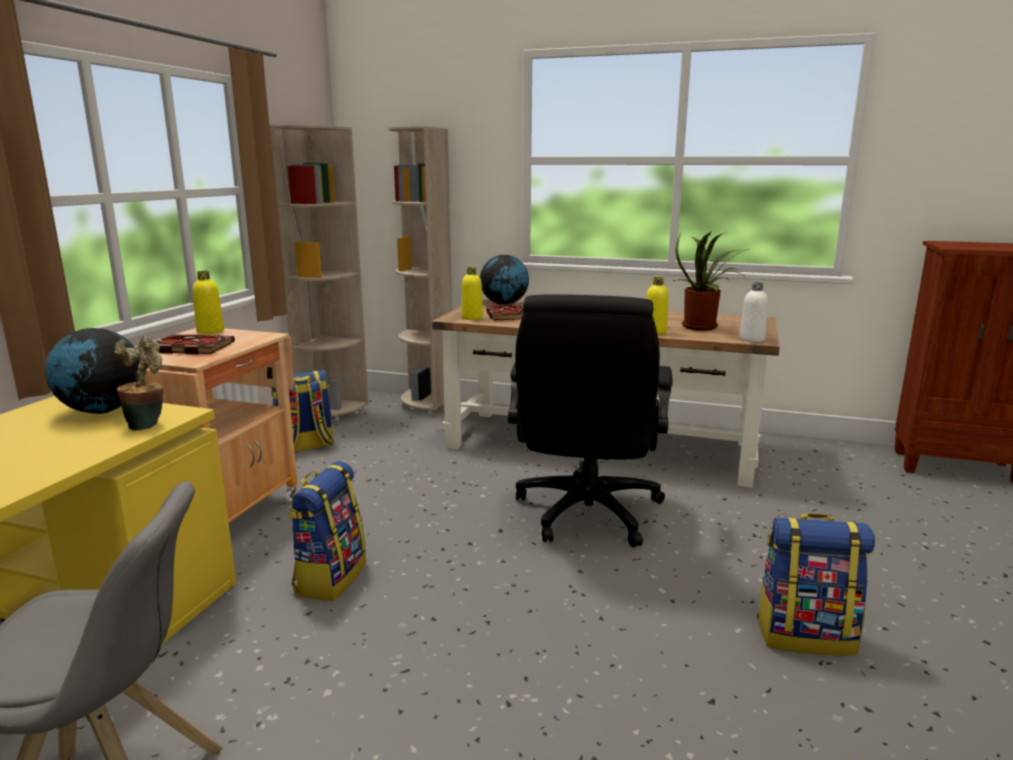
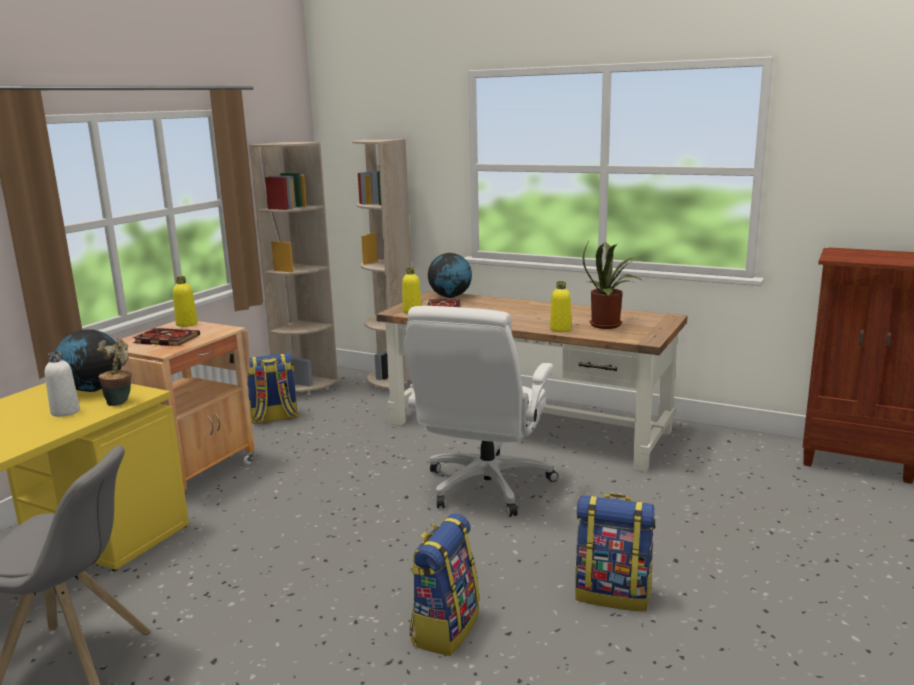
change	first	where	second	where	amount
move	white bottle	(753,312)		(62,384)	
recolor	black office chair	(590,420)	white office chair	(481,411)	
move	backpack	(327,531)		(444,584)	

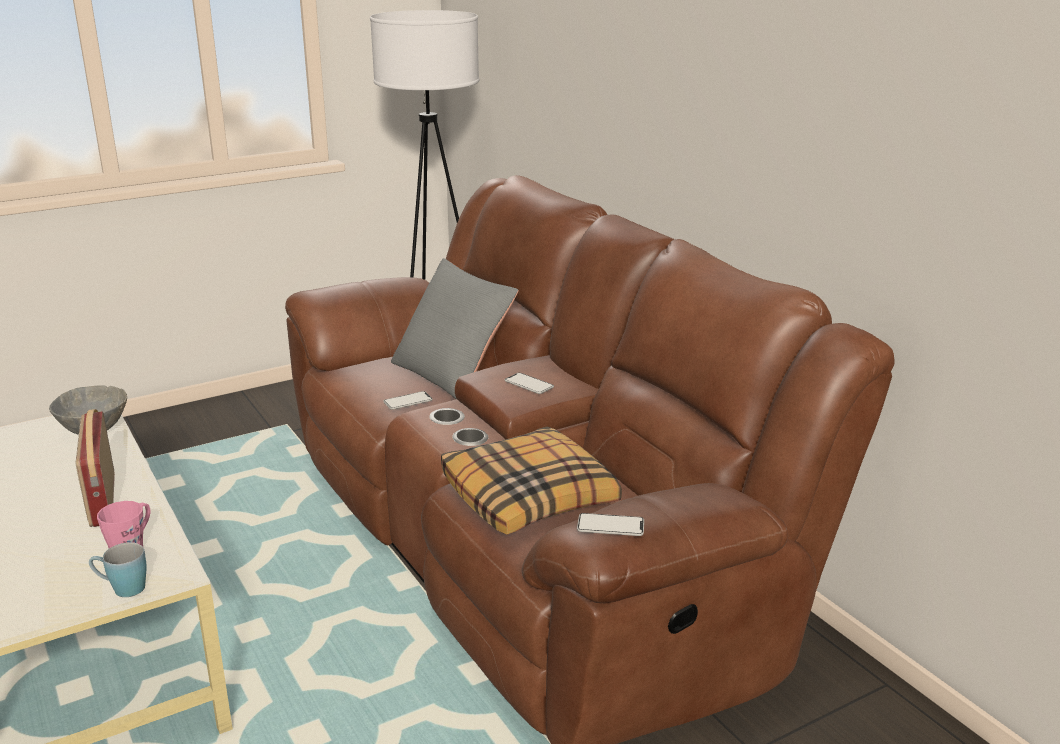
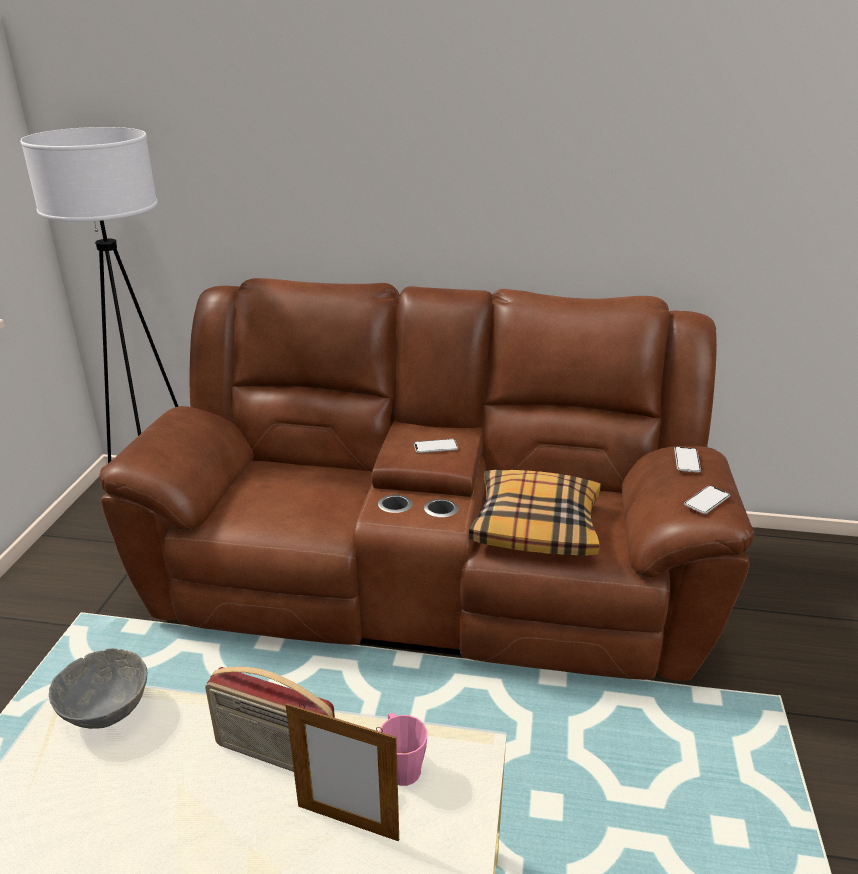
change	first	where	second	where	amount
delete	grey pillow	(455,328)			
move	phone	(408,400)		(687,460)	
delete	blue mug	(118,569)			
insert			picture frame	(342,772)	

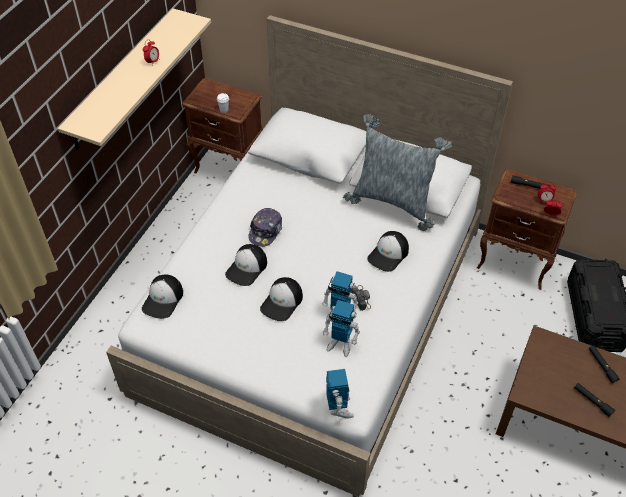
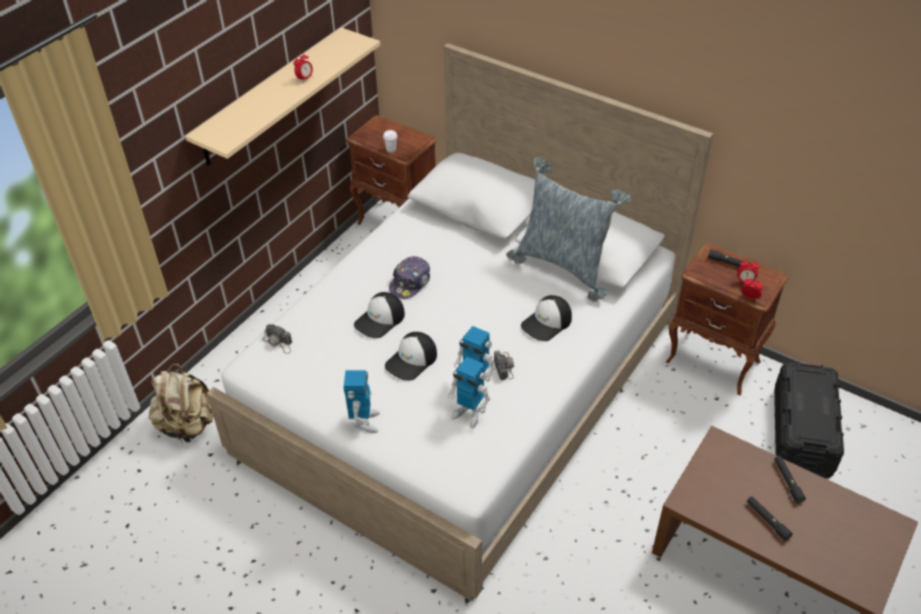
change	first	where	second	where	amount
replace	cap	(162,297)	photo camera	(277,339)	
move	toy robot	(340,394)		(361,401)	
insert			beige backpack	(181,403)	

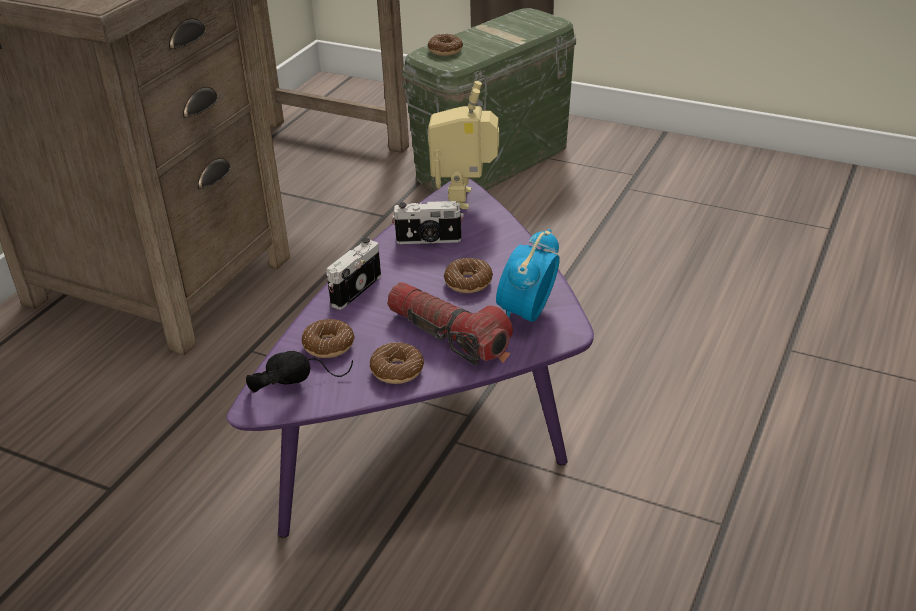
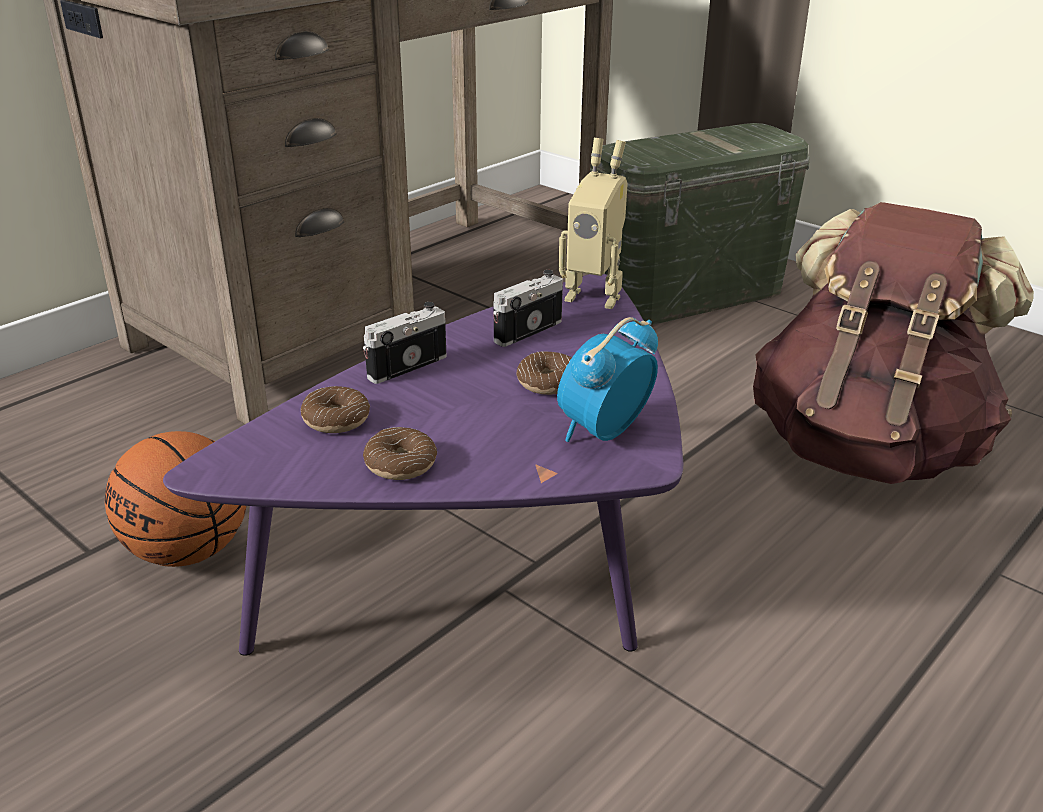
change	first	where	second	where	amount
delete	donut	(445,45)			
rotate	toy robot	(463,145)		(593,223)	90 degrees counterclockwise
rotate	photo camera	(428,222)		(528,308)	120 degrees clockwise
delete	flashlight	(450,324)			
delete	black headphones	(299,371)			
insert			brown backpack	(893,343)	
insert			basketball	(175,499)	

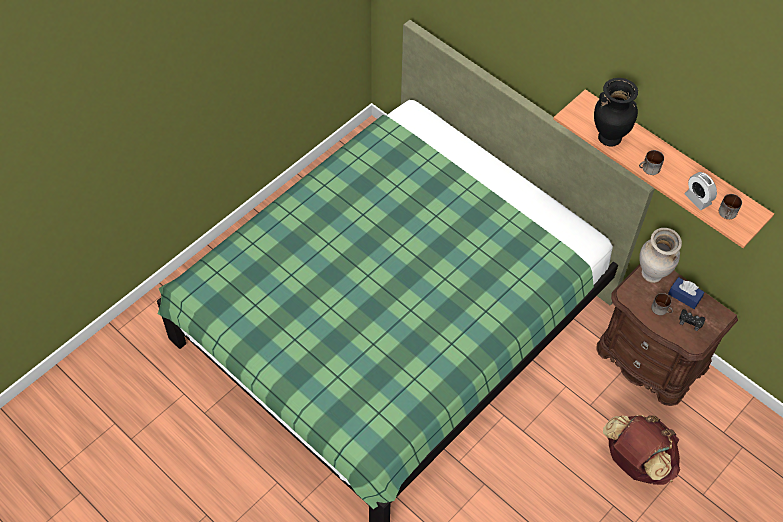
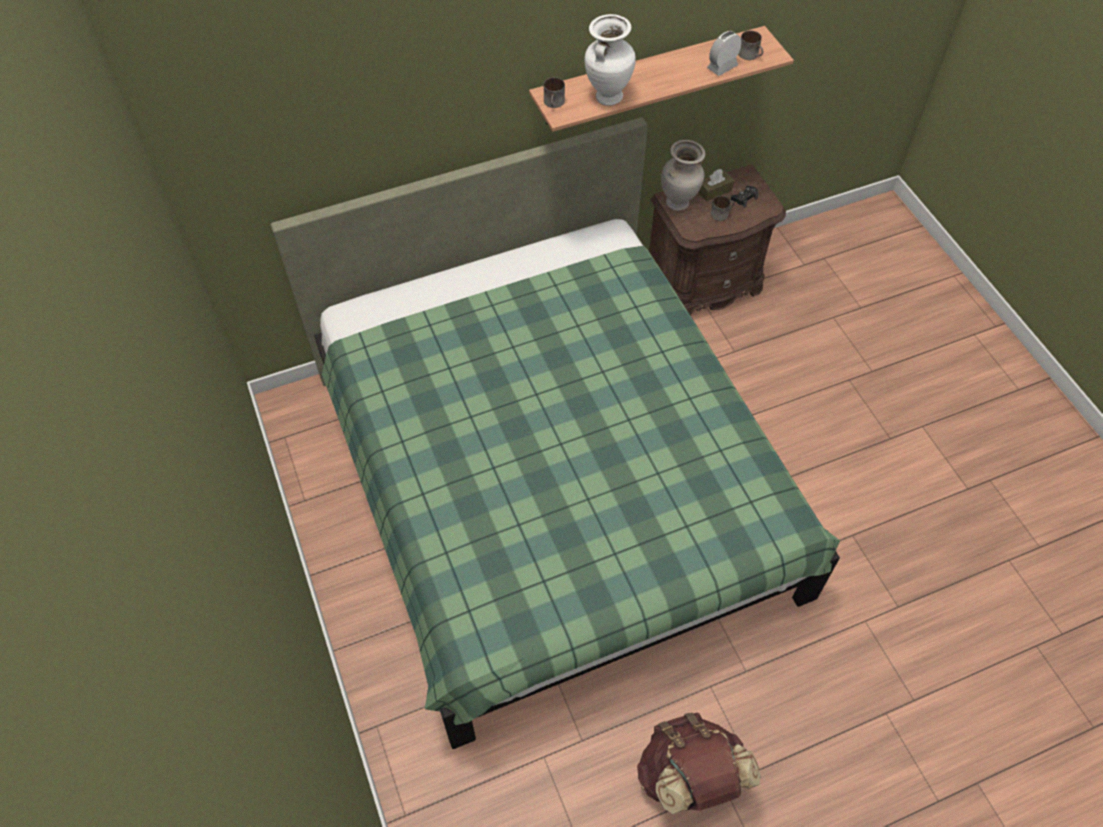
change	first	where	second	where	amount
recolor	black vase	(616,112)	white vase	(610,60)	
move	mug	(651,162)		(554,92)	
rotate	alarm clock	(700,191)		(724,53)	150 degrees clockwise
recolor	blue tissue box	(686,293)	brown tissue box	(716,185)	
move	brown backpack	(641,450)		(698,763)	

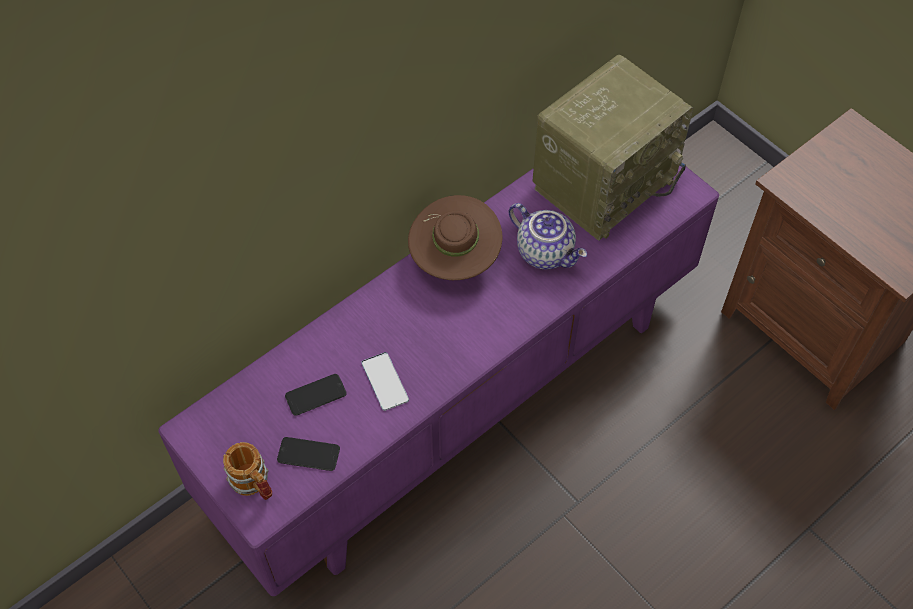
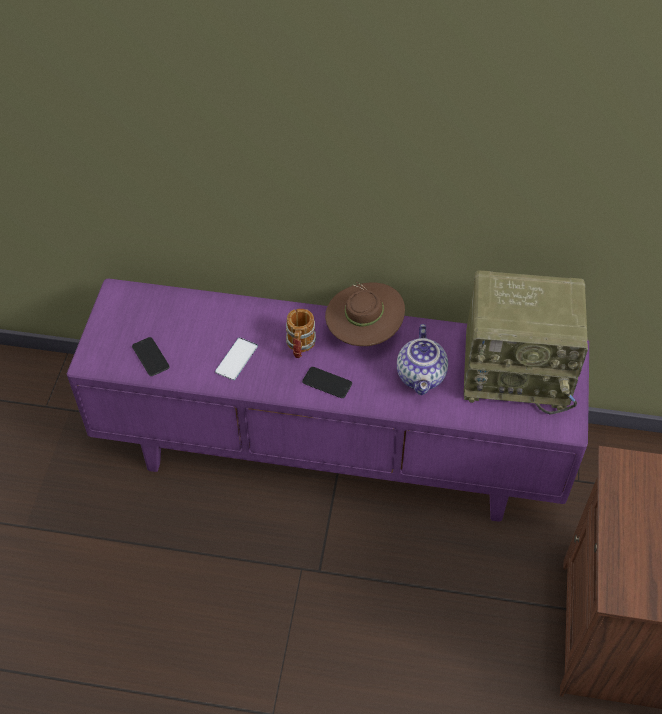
change	first	where	second	where	amount
move	phone	(316,395)		(327,382)	
move	mug	(247,471)		(301,333)	

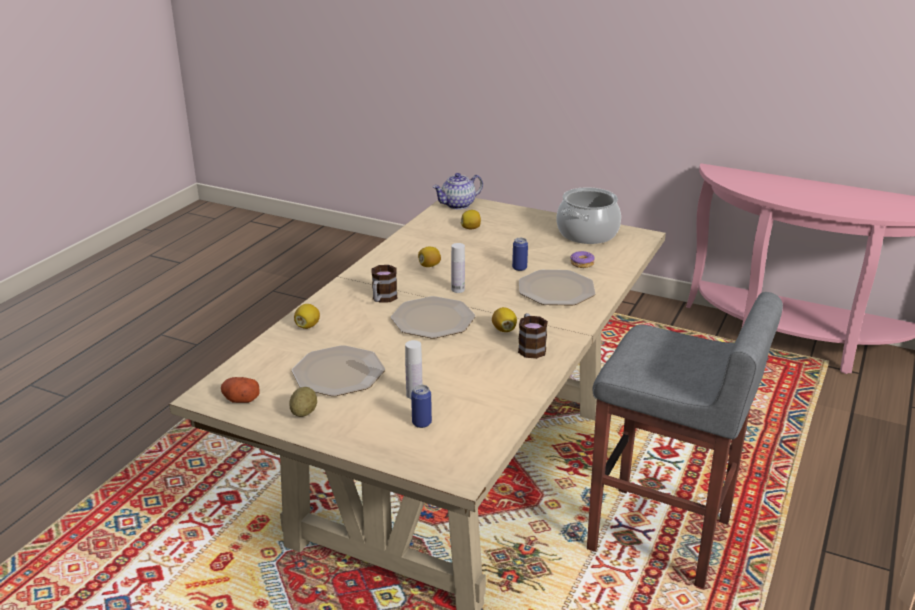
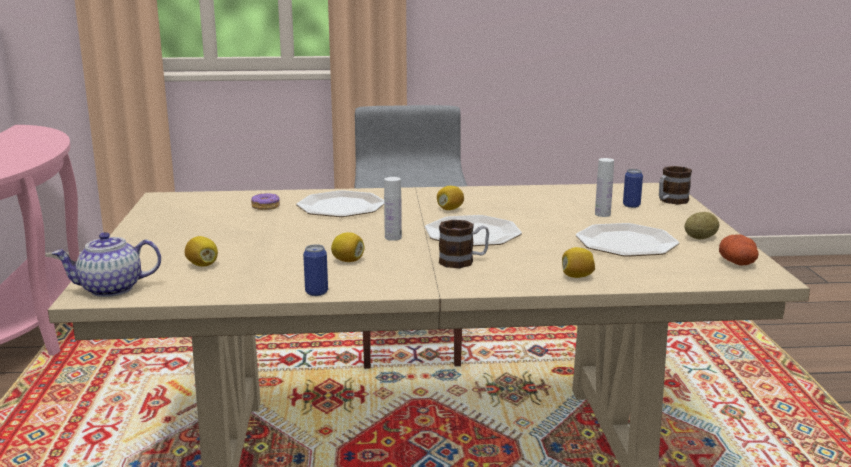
change	first	where	second	where	amount
rotate	teapot	(458,191)		(106,264)	135 degrees clockwise
delete	cooking pot	(588,215)			
move	can	(520,254)		(315,270)	
move	mug	(533,336)		(675,185)	

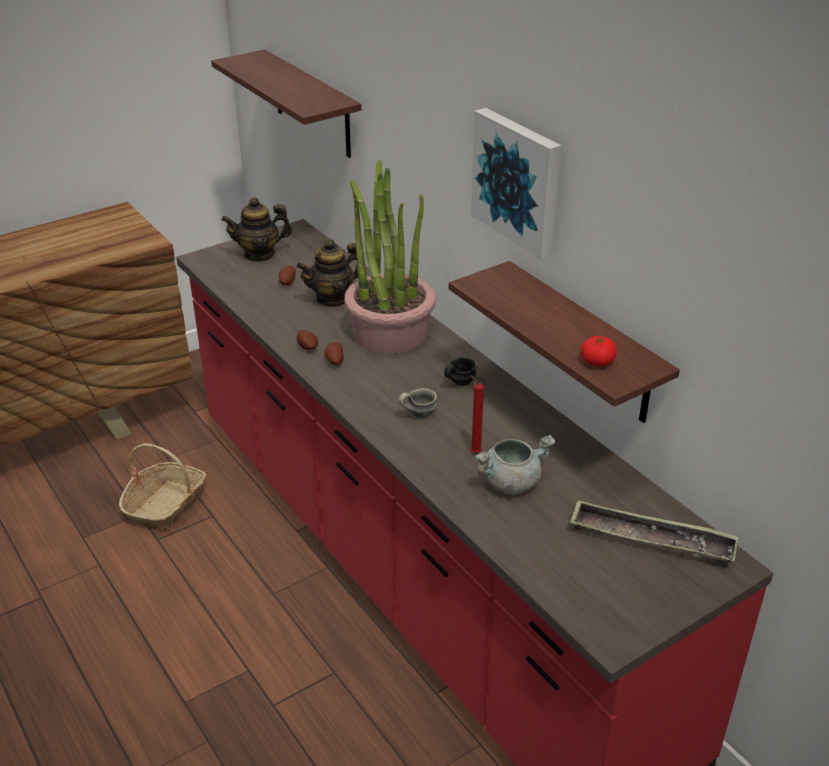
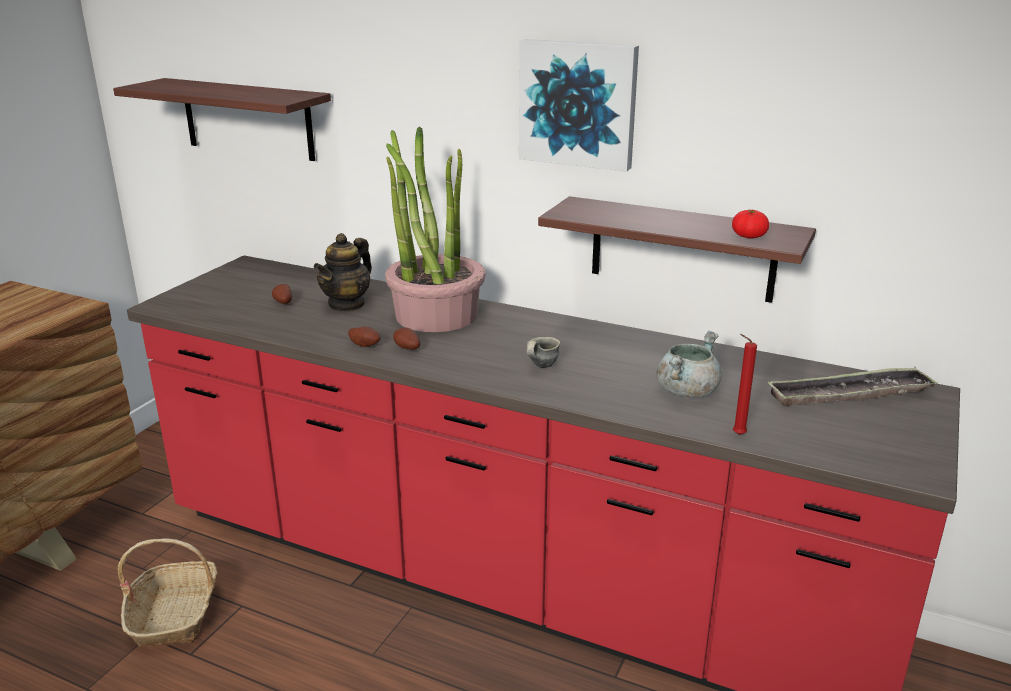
change	first	where	second	where	amount
delete	teapot	(256,229)			
delete	black mug	(460,372)			
move	red candle	(477,414)		(745,384)	

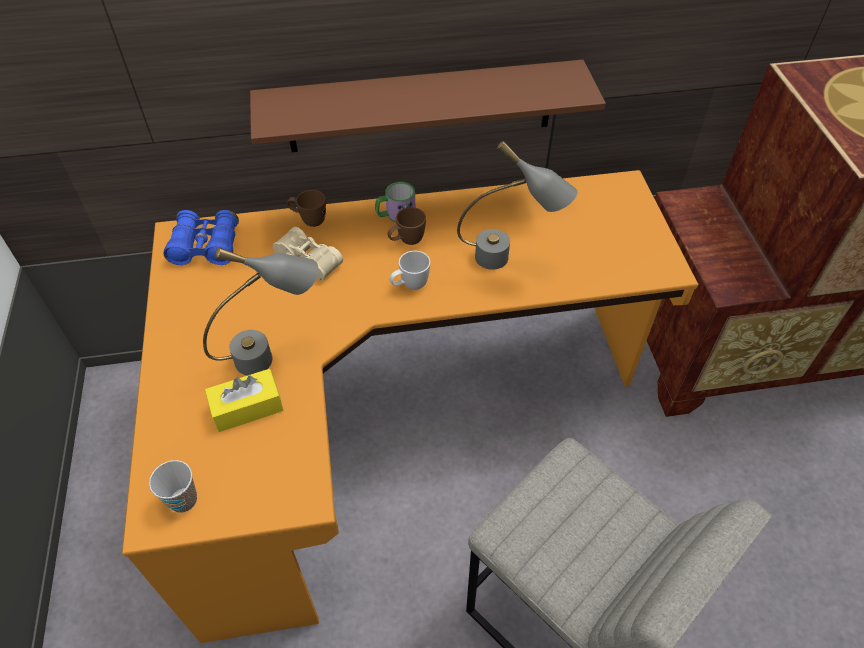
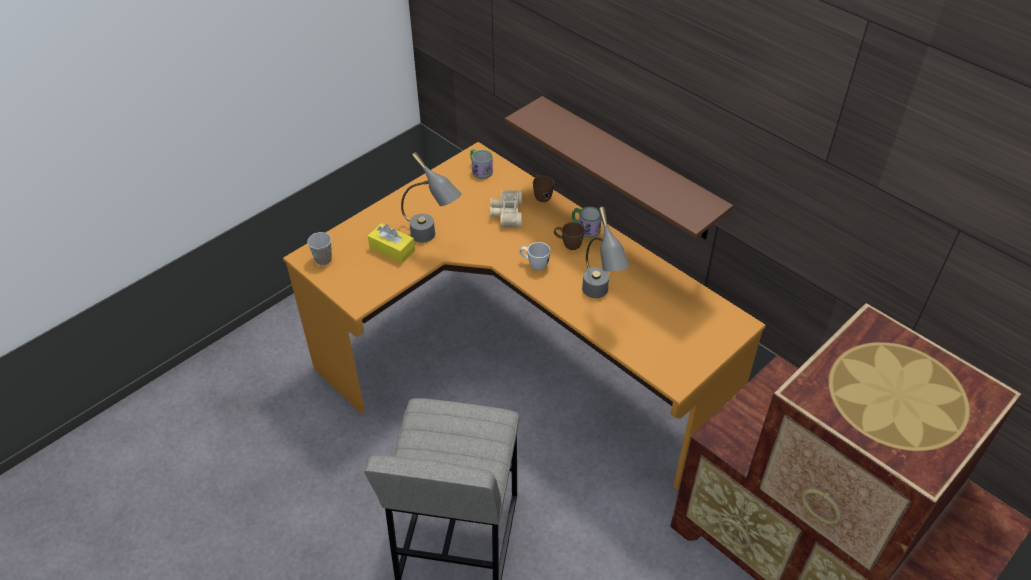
change	first	where	second	where	amount
replace	blue binoculars	(201,237)	mug	(481,164)	

